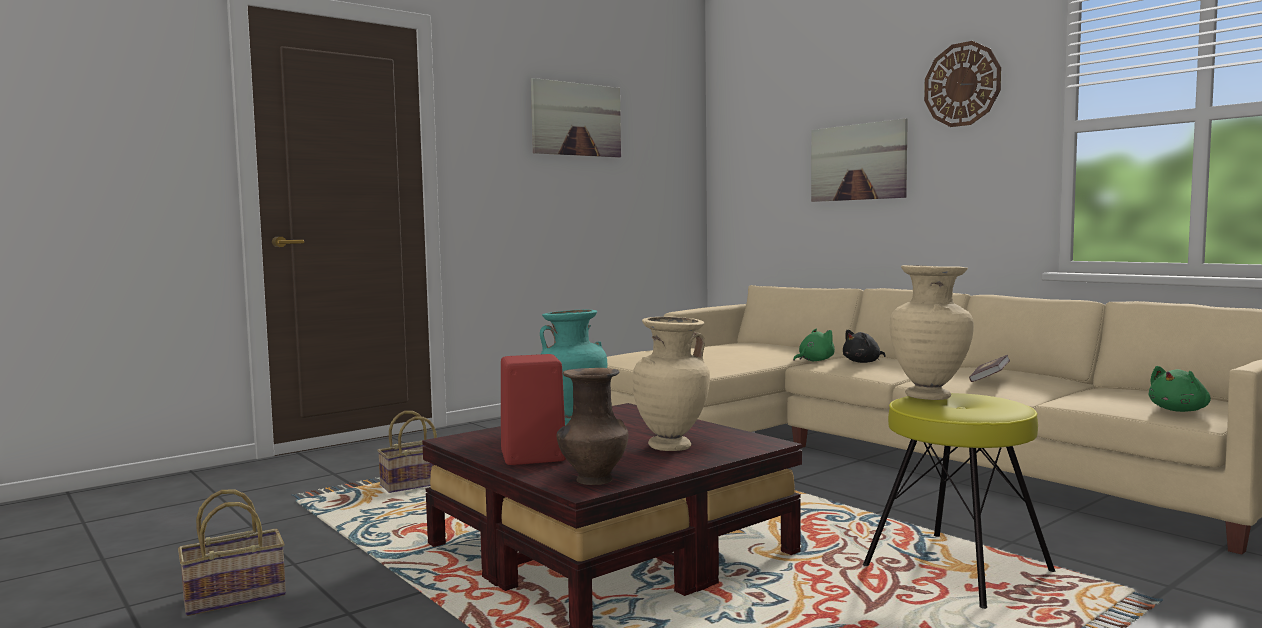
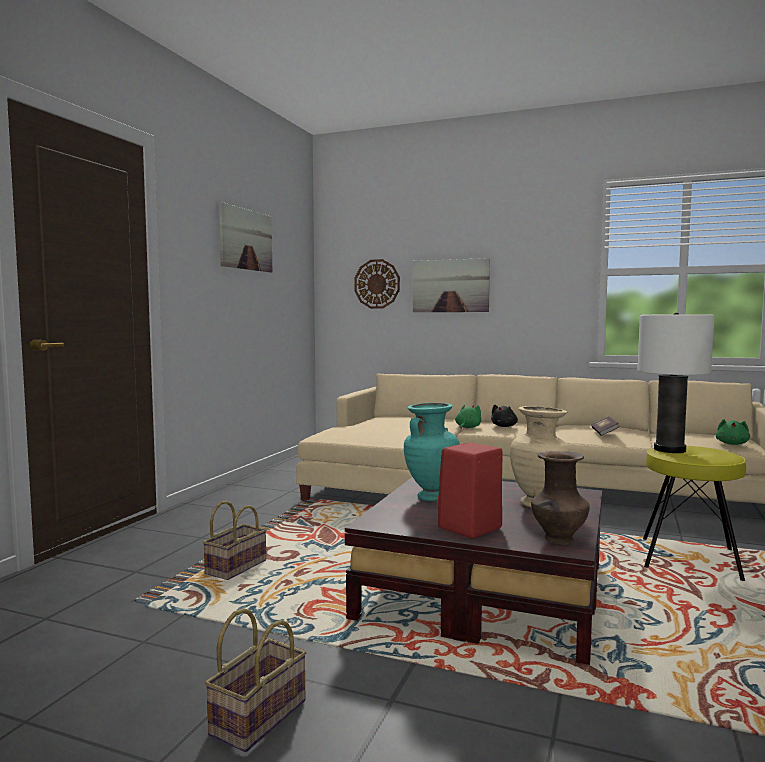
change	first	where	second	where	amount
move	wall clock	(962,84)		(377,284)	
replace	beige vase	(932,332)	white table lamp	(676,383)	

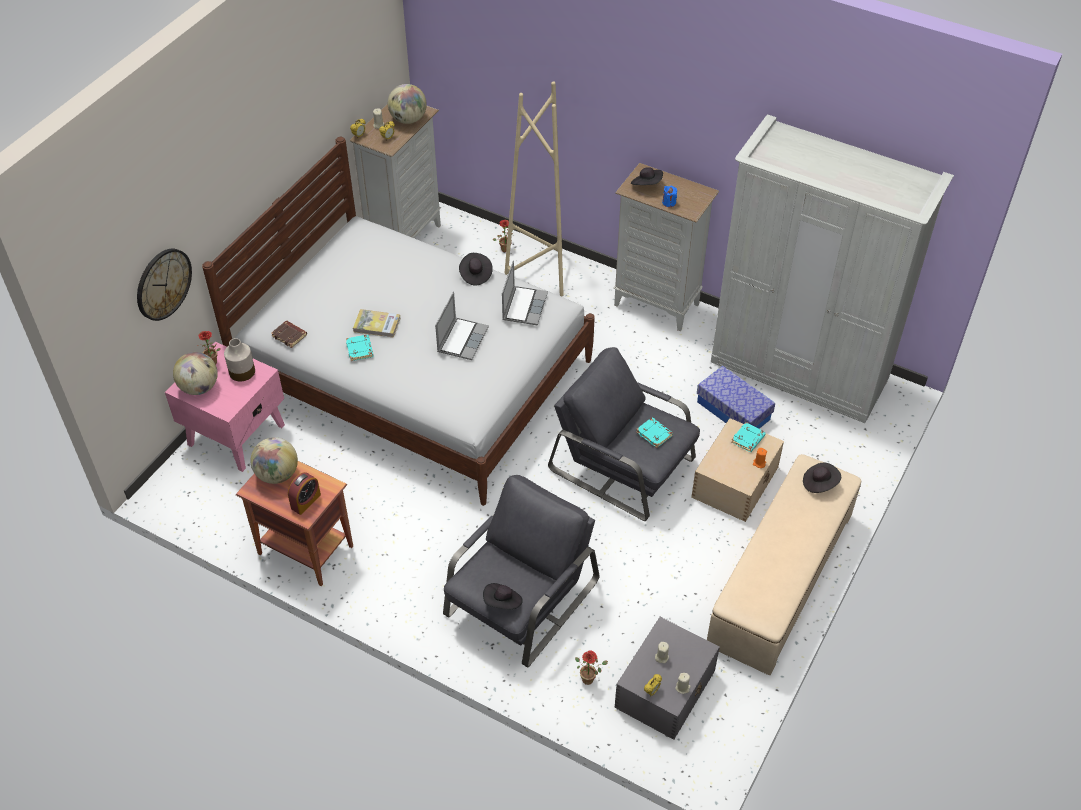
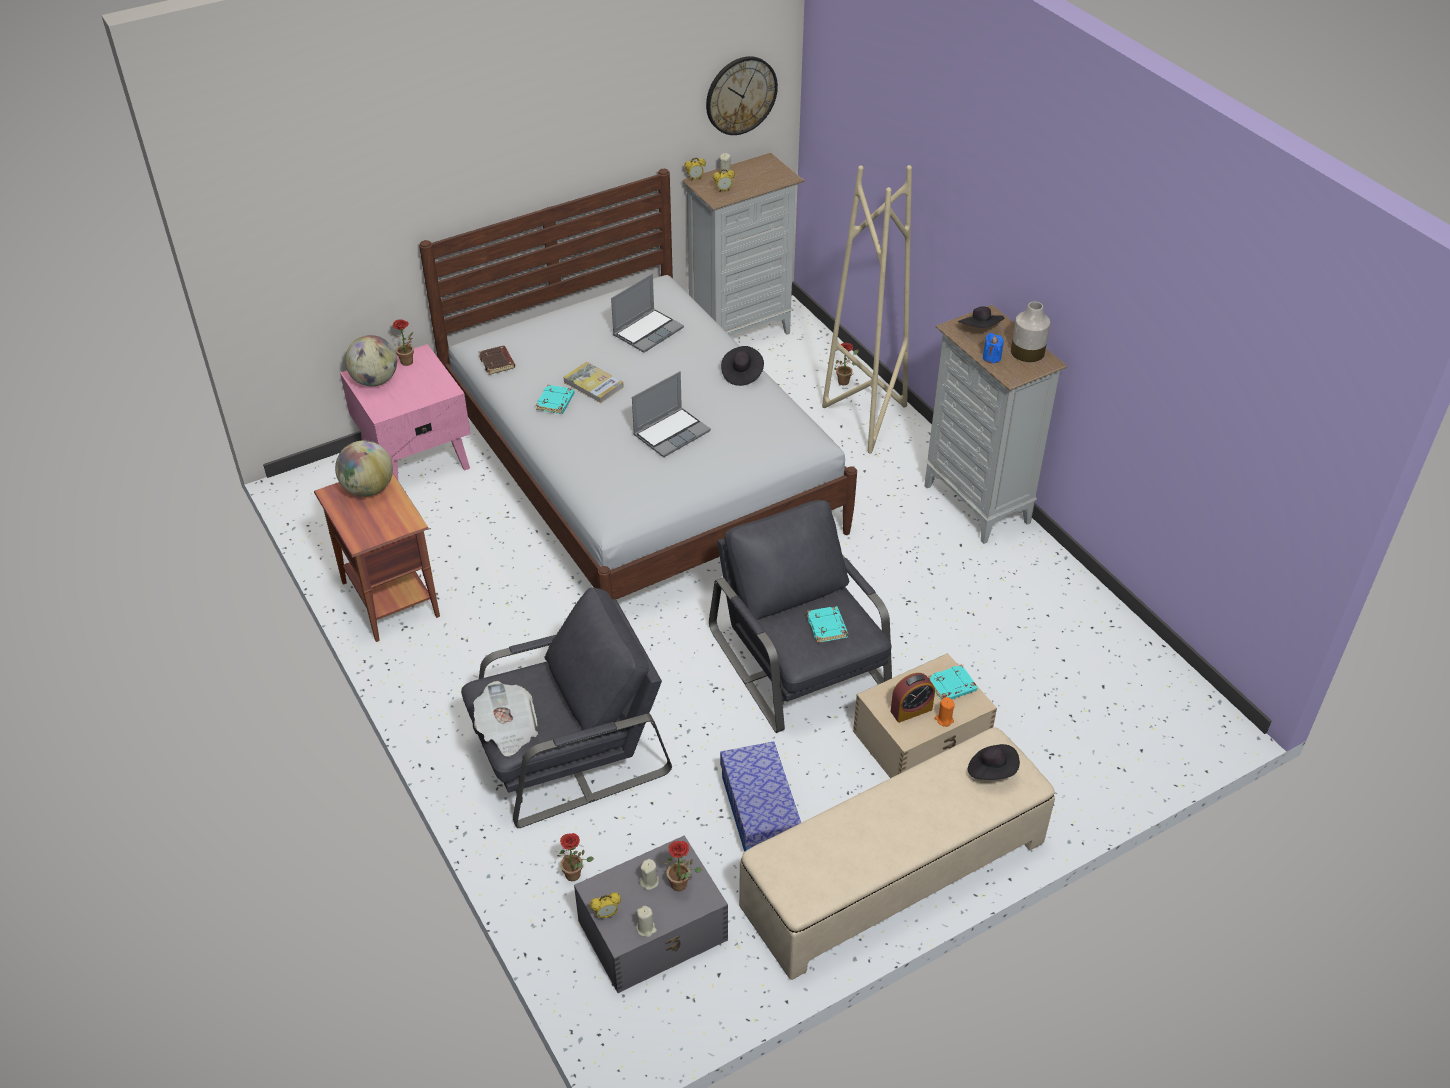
change	first	where	second	where	amount
delete	globe	(407,104)			
delete	white wardrobe	(832,268)			
move	wall clock	(164,285)		(742,95)	
move	laptop	(525,293)		(647,313)	
move	beige vase	(239,360)		(1030,331)	
move	storage box	(736,397)		(760,796)	
move	alarm clock	(304,493)		(912,698)	
replace	black hat	(503,596)	newspaper	(505,719)	
insert			potted plant	(683,866)	

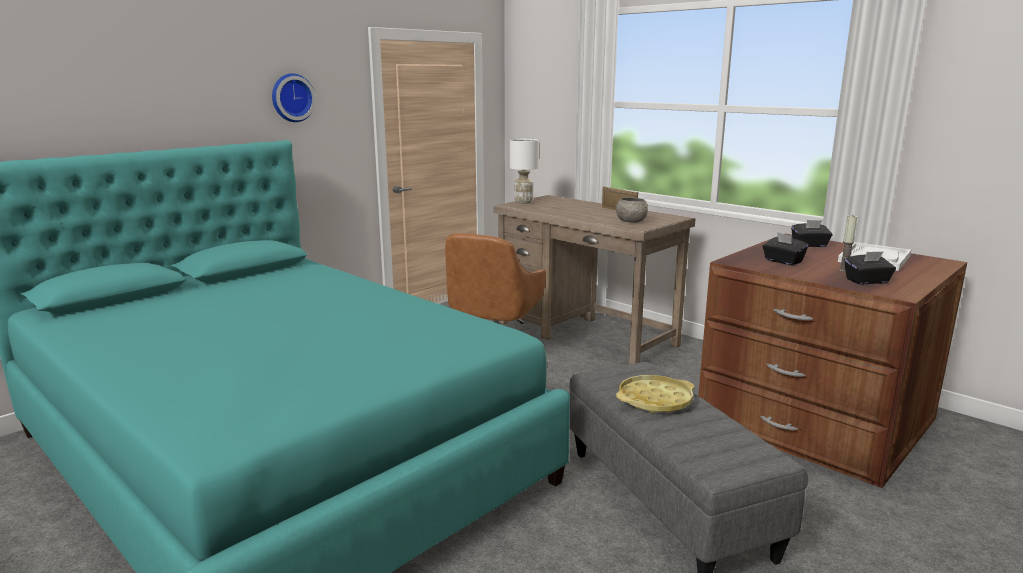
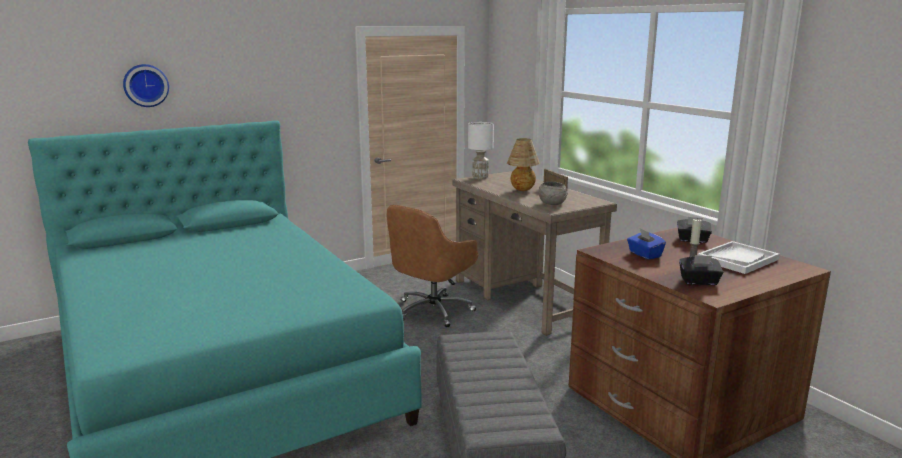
change	first	where	second	where	amount
move	wall clock	(294,97)		(146,85)	
recolor	black tissue box	(785,248)	blue tissue box	(646,243)	
delete	yellow tray	(655,394)			
insert			table lamp	(523,164)	

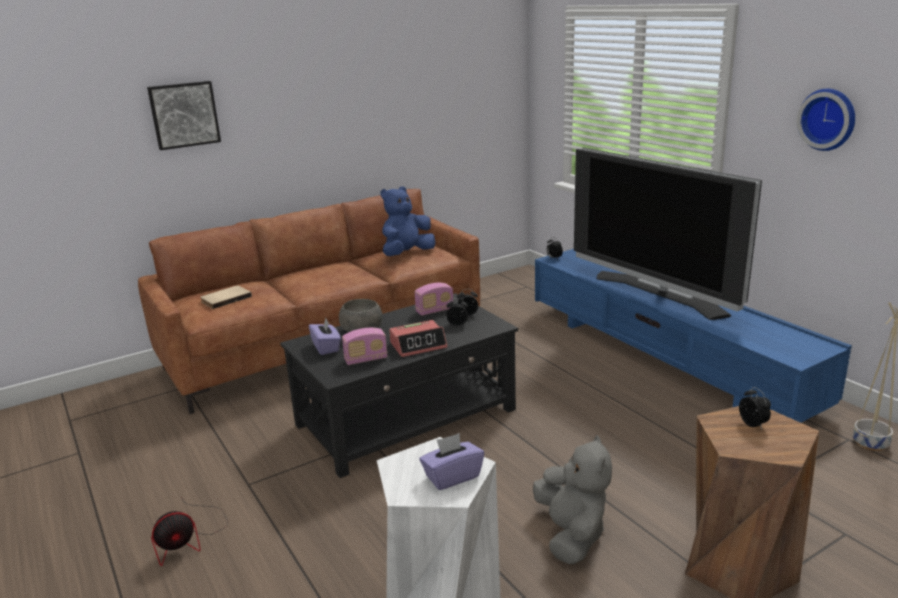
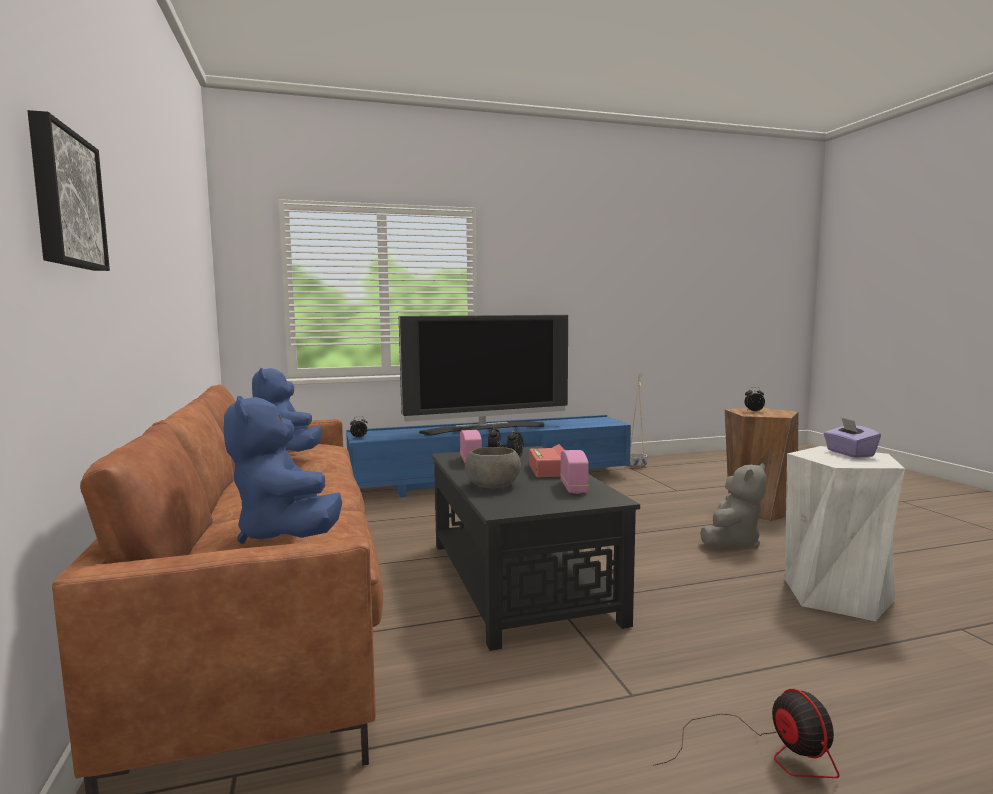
change	first	where	second	where	amount
delete	wall clock	(826,120)			
replace	beige book	(226,297)	blue plush toy	(283,470)	
delete	purple tissue box	(325,336)			
rotate	grey plush toy	(572,500)		(733,506)	120 degrees clockwise

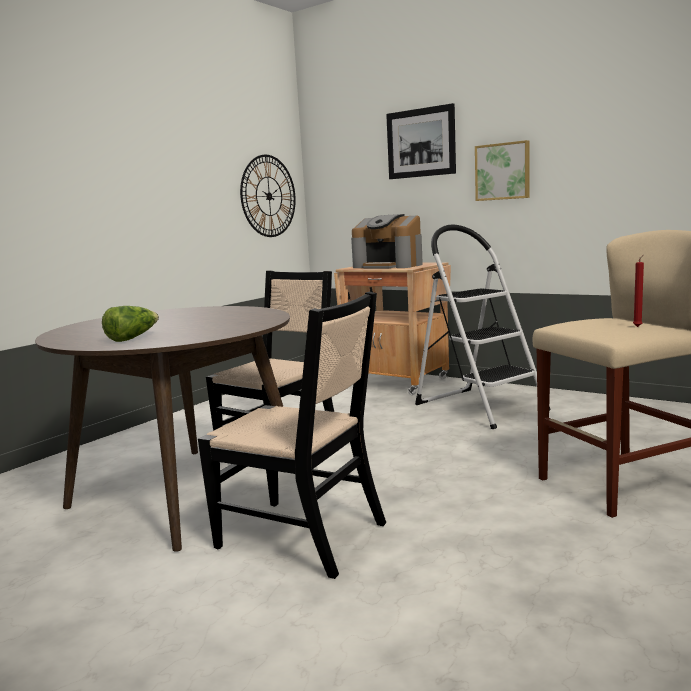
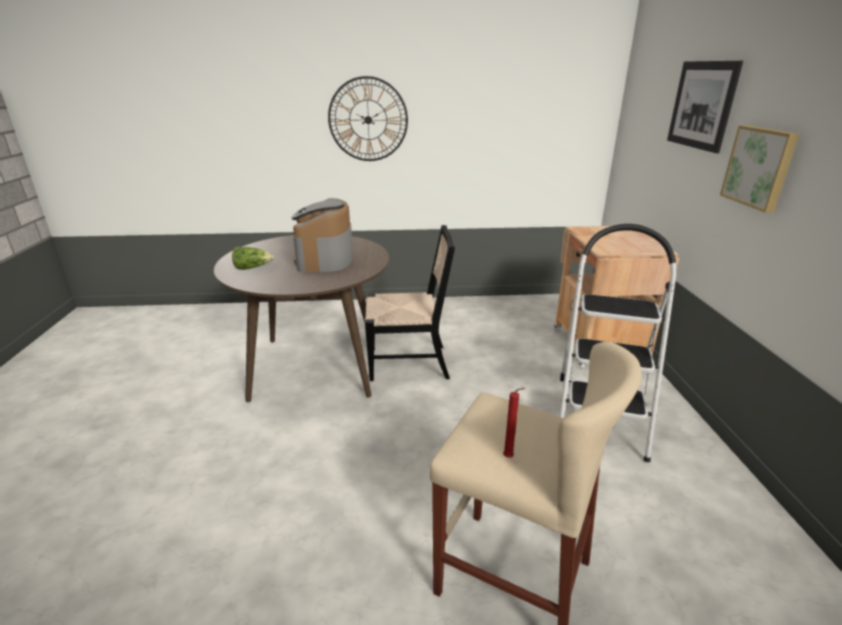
change	first	where	second	where	amount
move	wall clock	(268,196)		(368,118)	
move	coffee machine	(387,241)		(322,235)	
delete	chair	(292,435)			

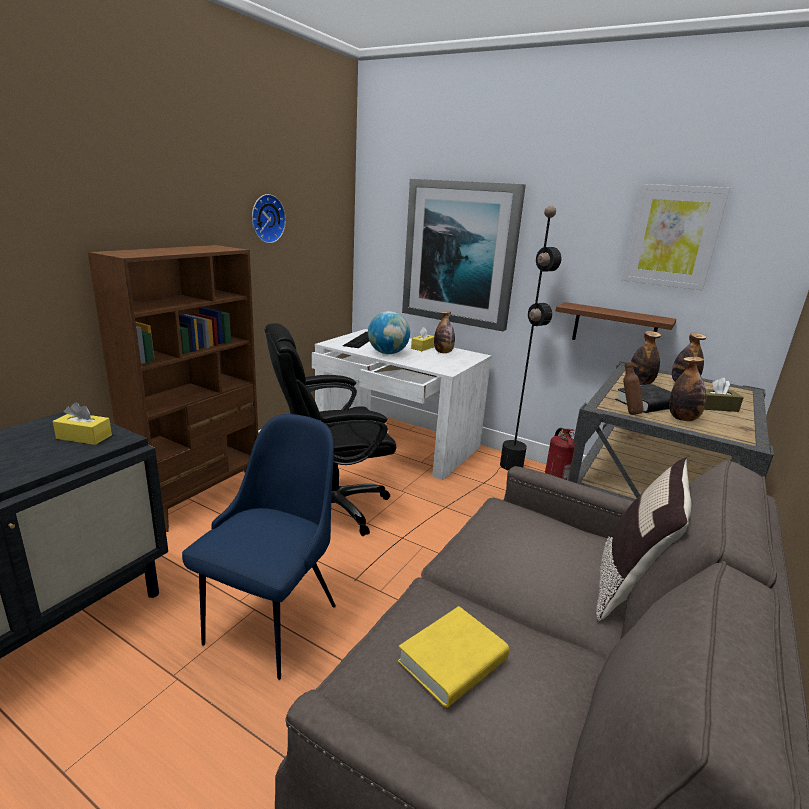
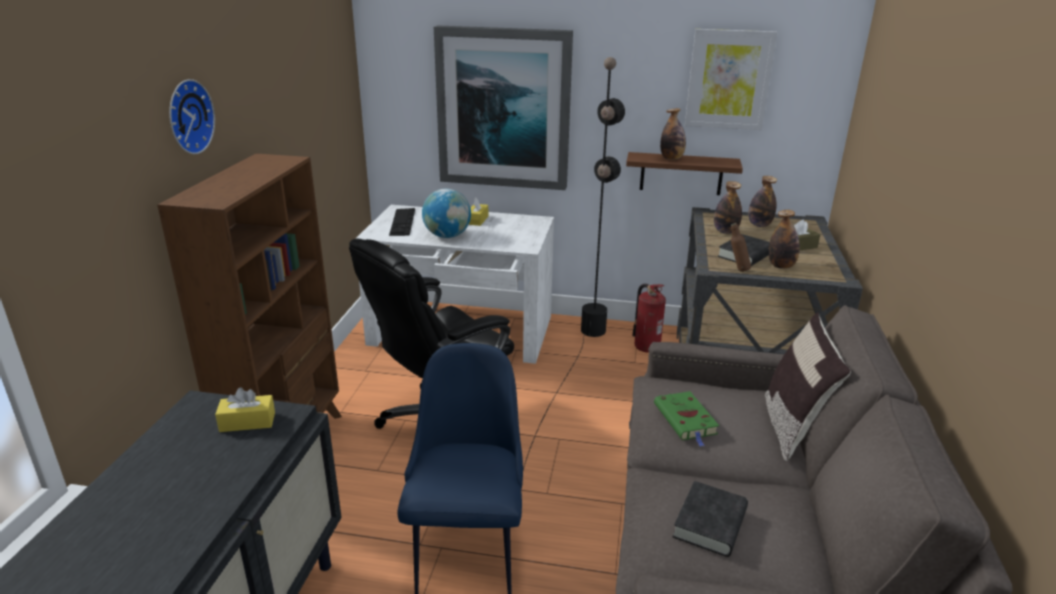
change	first	where	second	where	amount
move	wall clock	(269,218)		(192,116)	
move	bottle	(444,332)		(673,134)	
recolor	yellow book	(453,657)	black book	(710,519)	
insert			green book	(686,419)	

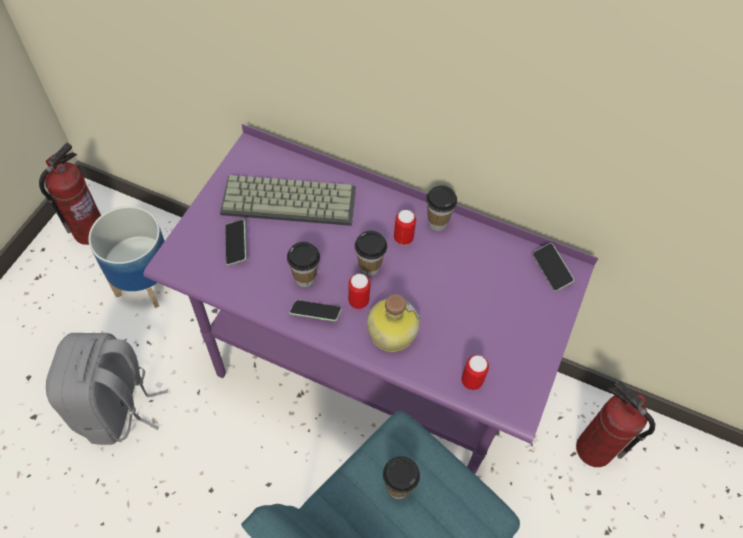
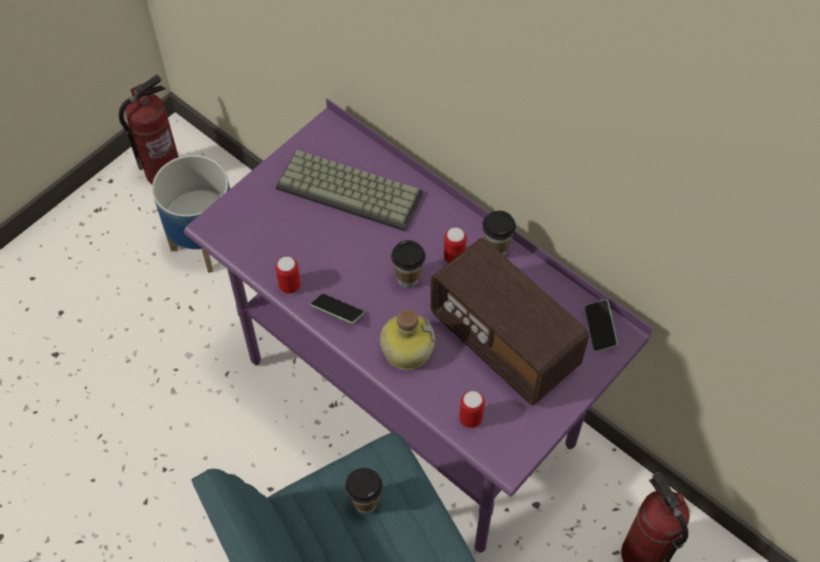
change	first	where	second	where	amount
delete	phone	(235,242)			
delete	cup	(303,265)			
move	can	(359,291)		(288,275)	
delete	grey backpack	(107,389)			
insert			radio	(509,321)	

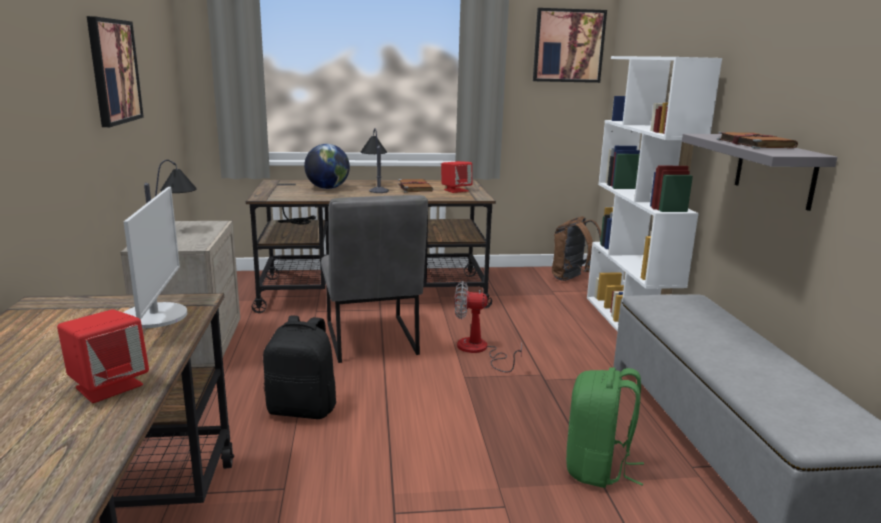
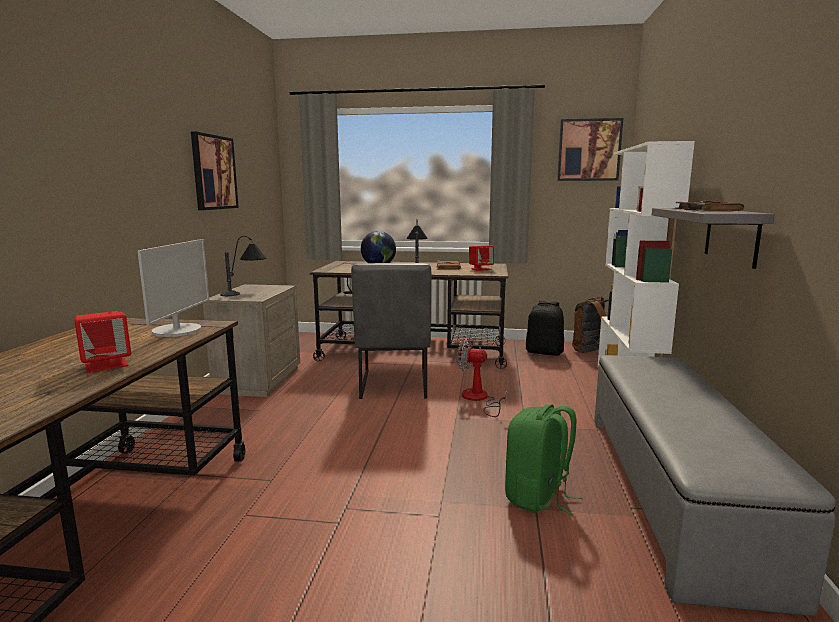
change	first	where	second	where	amount
move	black backpack	(299,367)		(545,328)	

